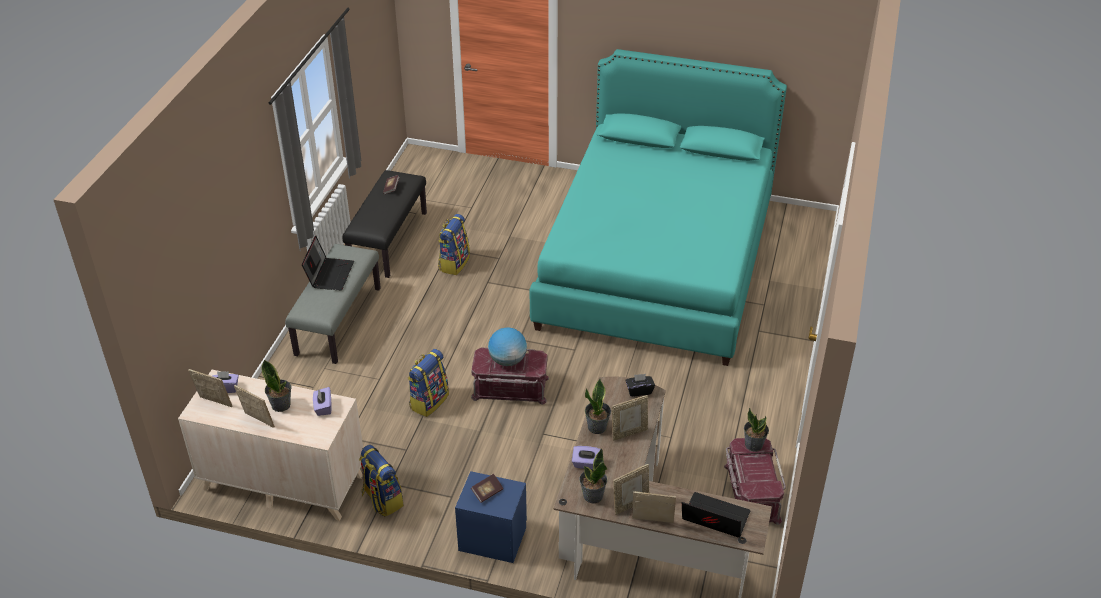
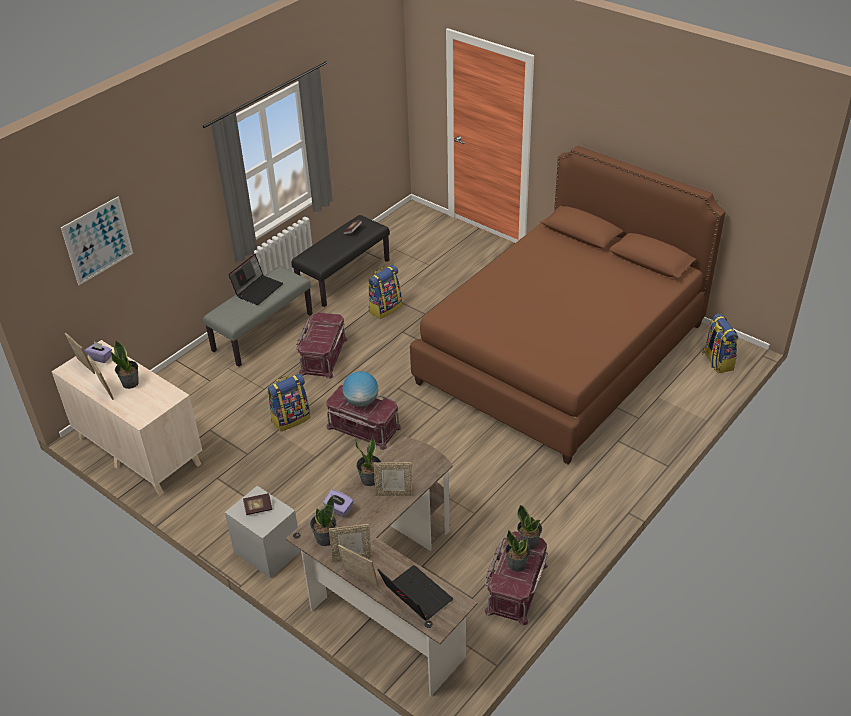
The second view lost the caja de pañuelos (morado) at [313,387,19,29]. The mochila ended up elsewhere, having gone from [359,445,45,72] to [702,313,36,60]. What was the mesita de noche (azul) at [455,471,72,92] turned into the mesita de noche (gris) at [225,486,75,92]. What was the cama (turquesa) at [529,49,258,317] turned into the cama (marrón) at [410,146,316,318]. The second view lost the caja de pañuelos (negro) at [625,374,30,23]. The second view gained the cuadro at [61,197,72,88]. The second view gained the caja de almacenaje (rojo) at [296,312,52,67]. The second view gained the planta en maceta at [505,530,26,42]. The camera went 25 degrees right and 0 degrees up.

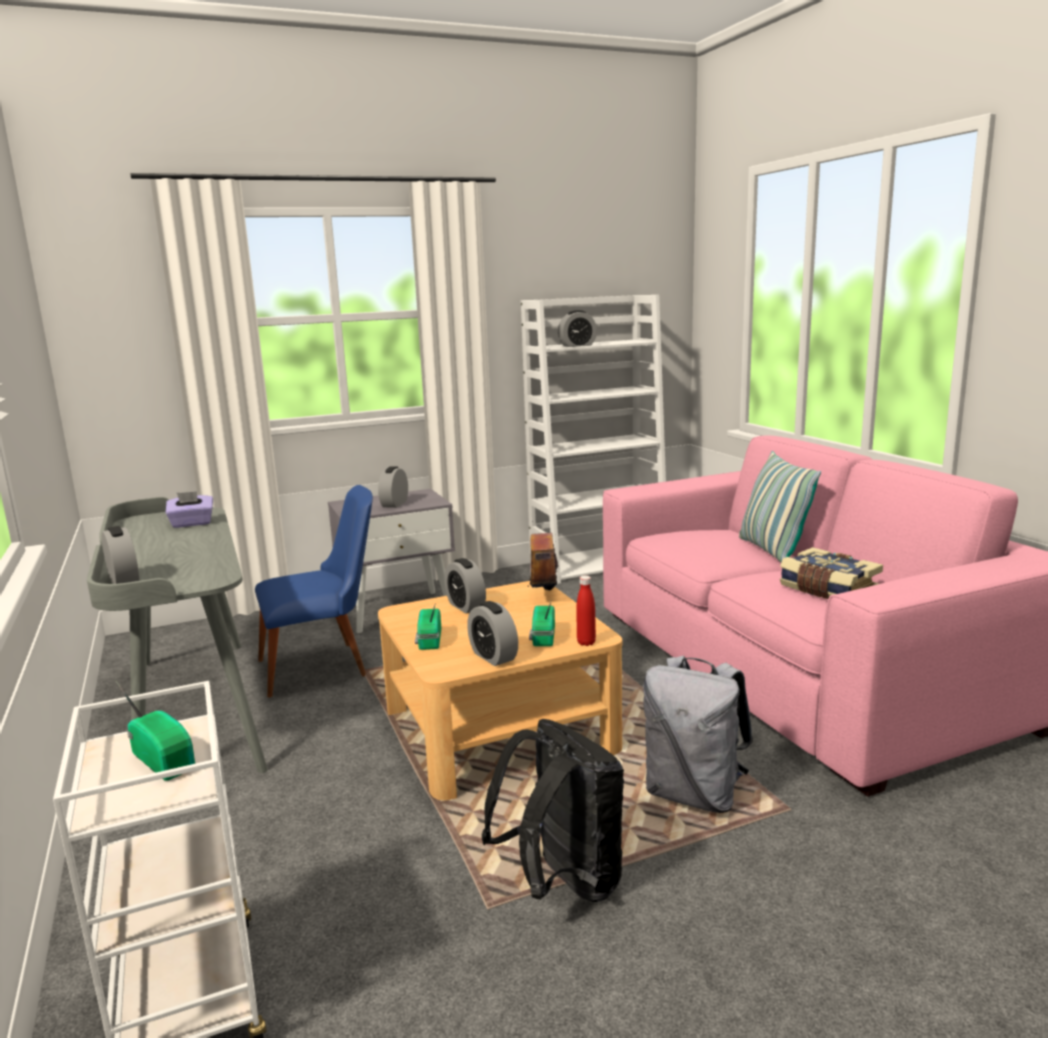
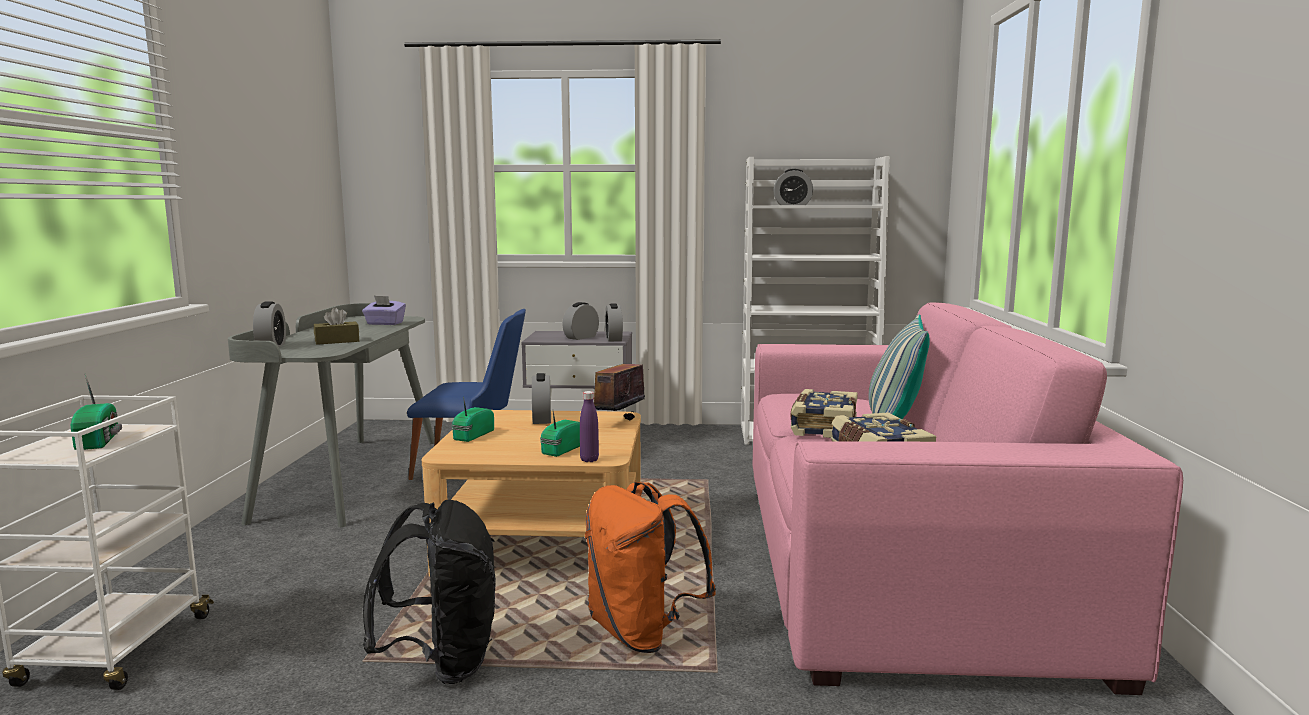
The despertador ended up elsewhere, having gone from [467,601,51,65] to [605,303,18,39]. What was the botella (rojo) at [576,576,20,70] turned into the botella (morado) at [580,391,19,71]. What was the mochila (gris) at [643,656,110,157] turned into the mochila (naranja) at [585,482,131,171]. The second view gained the caja de pañuelos (marrón) at [314,307,45,38]. The second view gained the libro at [790,389,68,49]. The camera went 25 degrees right and 5 degrees down.

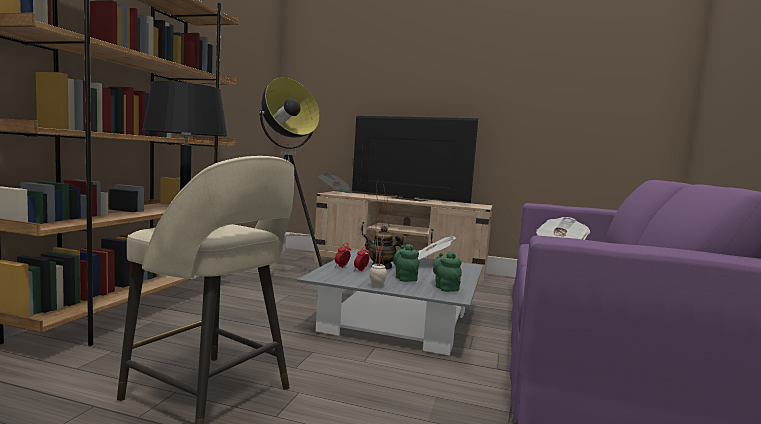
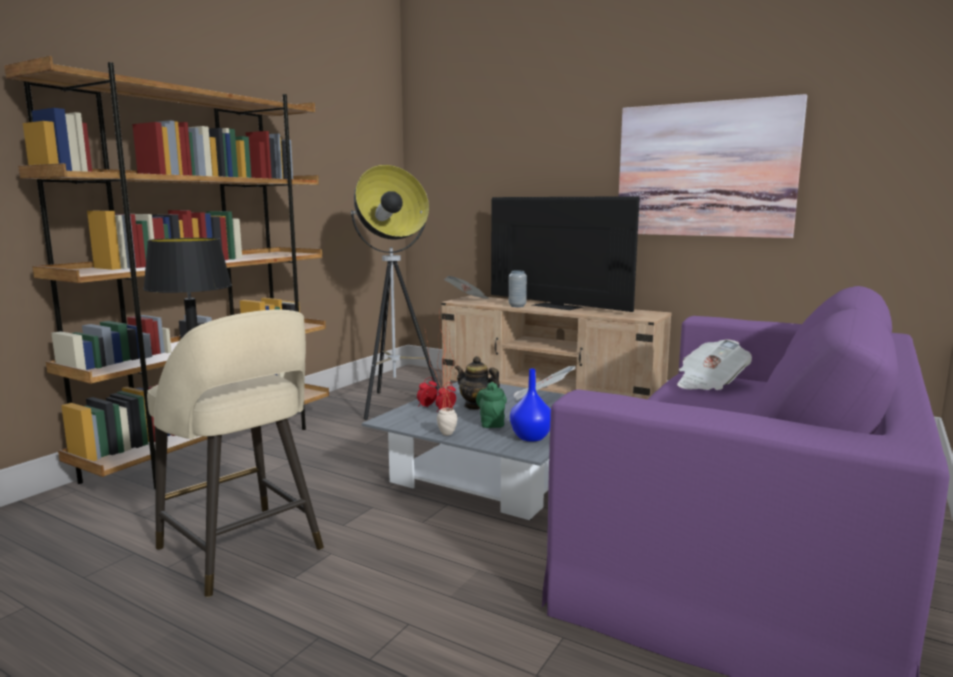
Where the tetera (verde) stood at [433,251,29,41], the florero (azul) came to stand at [510,369,41,73]. The second view gained the florero (gris) at [509,271,18,36]. The second view gained the cuadro at [619,94,188,144]. The camera went 15 degrees right and 5 degrees up.

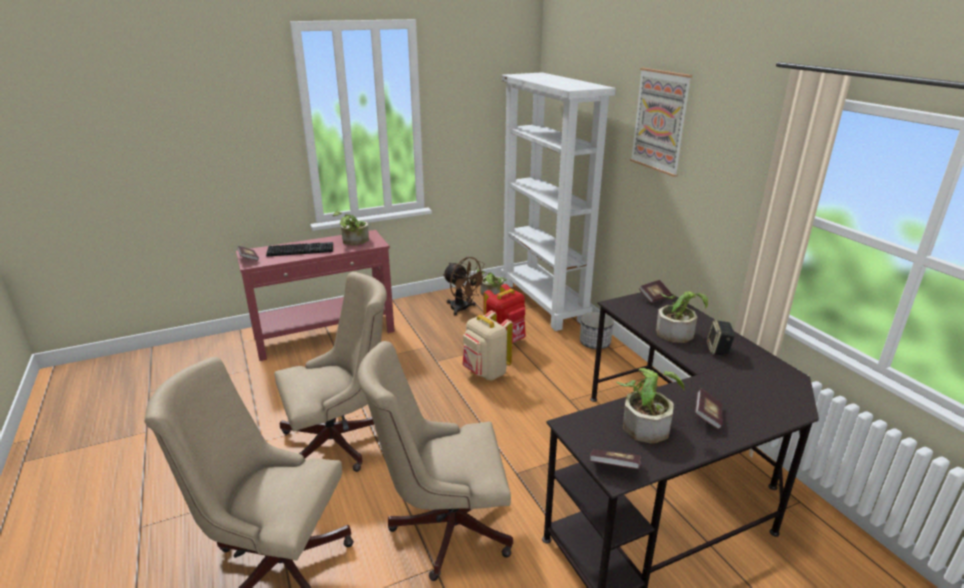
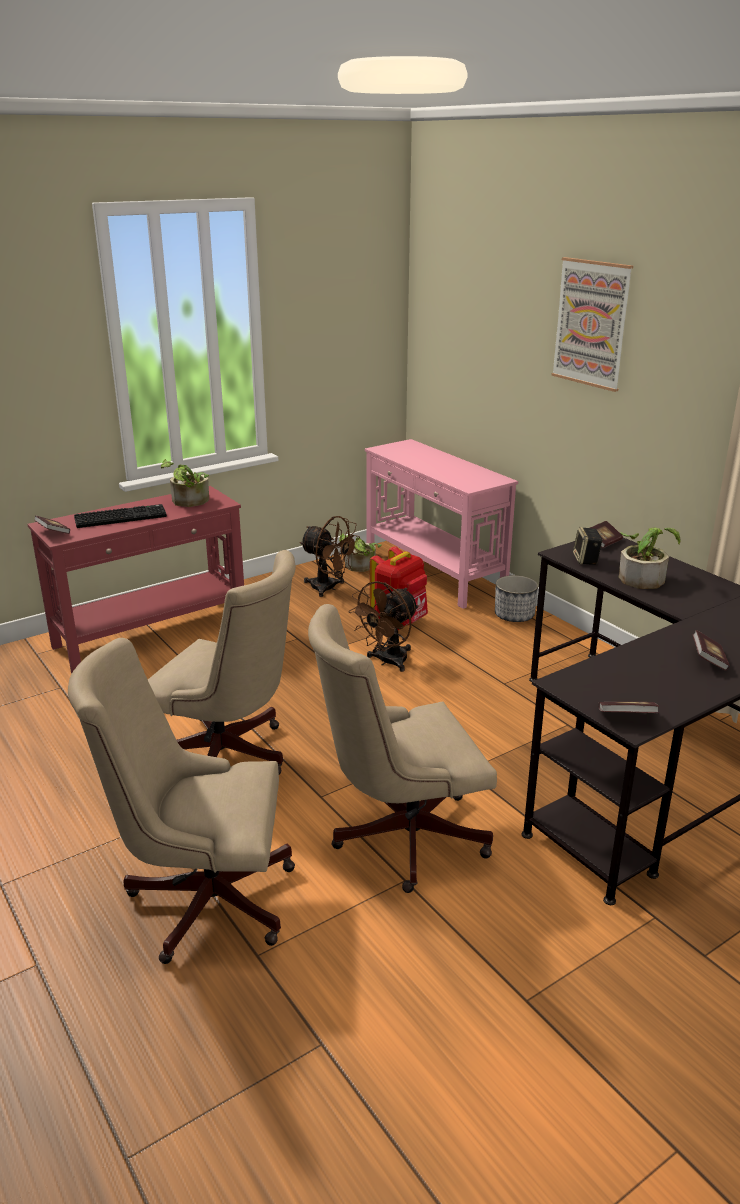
The silla de oficina (beis) at [274,272,113,200] ended up facing another way, 60 degrees clockwise from before. Where the mochila (beis) stood at [462,311,51,69], the ventilador (marrón) came to stand at [348,581,71,91]. Where the estantería (blanco) stood at [501,72,115,259], the mesa consola (rosa) came to stand at [365,439,153,170]. The second view lost the planta en maceta at [616,368,69,76]. The altavoz ended up elsewhere, having gone from [707,320,28,36] to [573,527,30,38]. The camera went 10 degrees left and 0 degrees up.

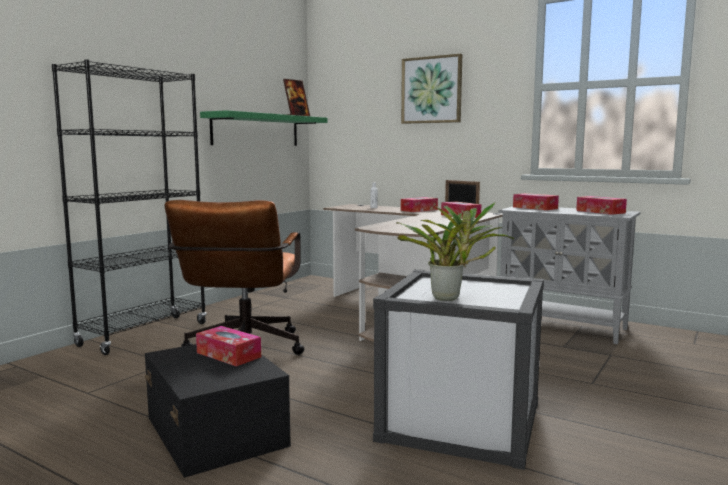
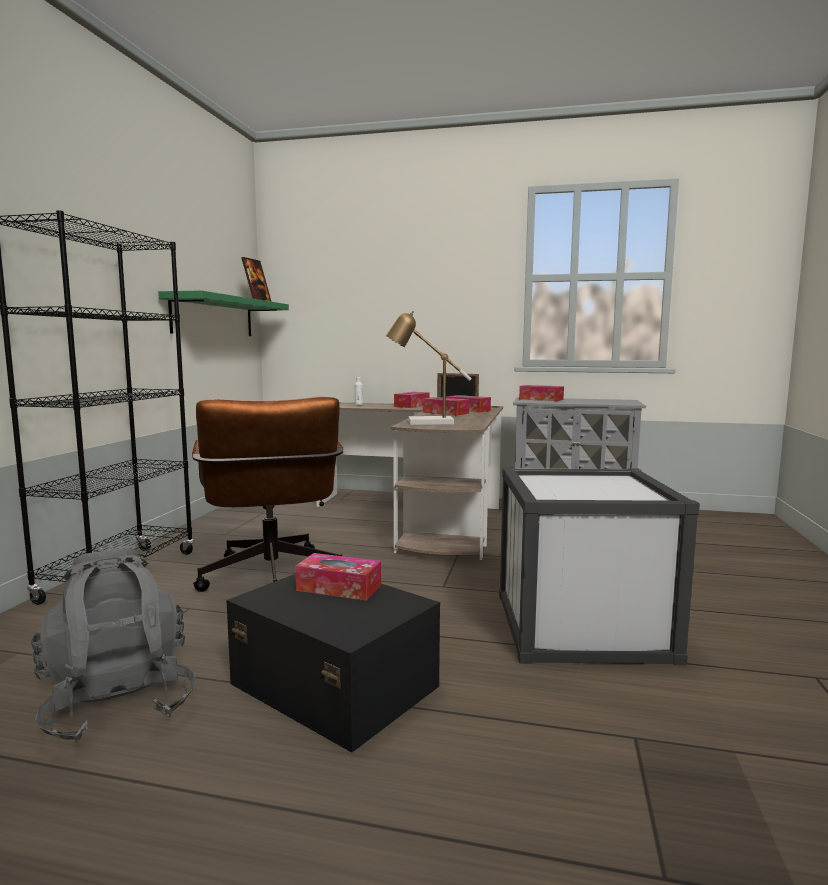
The second view lost the planta en maceta at [396,201,118,100]. The second view lost the cuadro at [401,54,61,70]. The caja de pañuelos ended up elsewhere, having gone from [576,196,51,19] to [423,397,46,18]. The second view gained the mochila (gris) at [31,548,165,195]. The second view gained the lámpara de mesa at [385,311,87,114]. The camera went 20 degrees left and 0 degrees up.

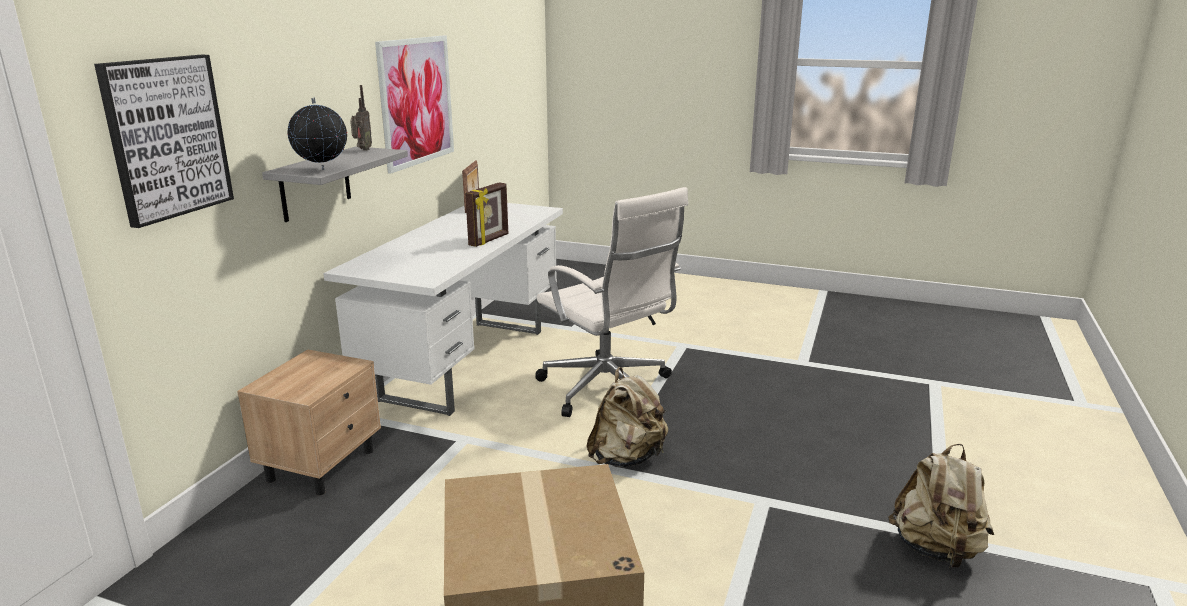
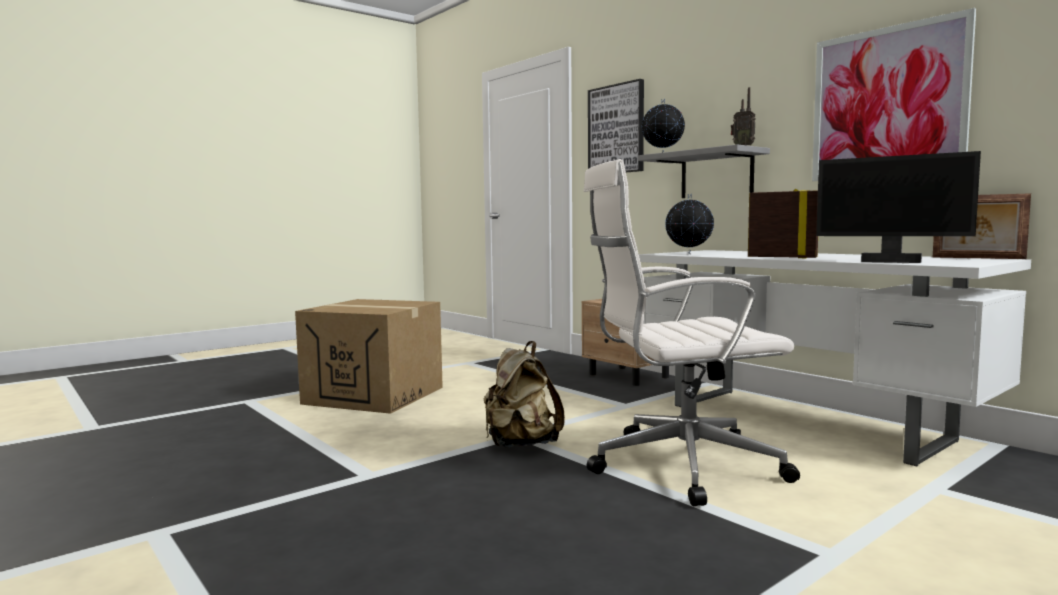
The portarretratos at [465,182,43,65] ended up facing another way, 150 degrees clockwise from before. The second view lost the mochila (beis) at [888,444,106,124]. The second view gained the globo terráqueo at [665,194,49,60]. The second view gained the monitor at [816,151,165,112]. The camera went 120 degrees right and 15 degrees down.

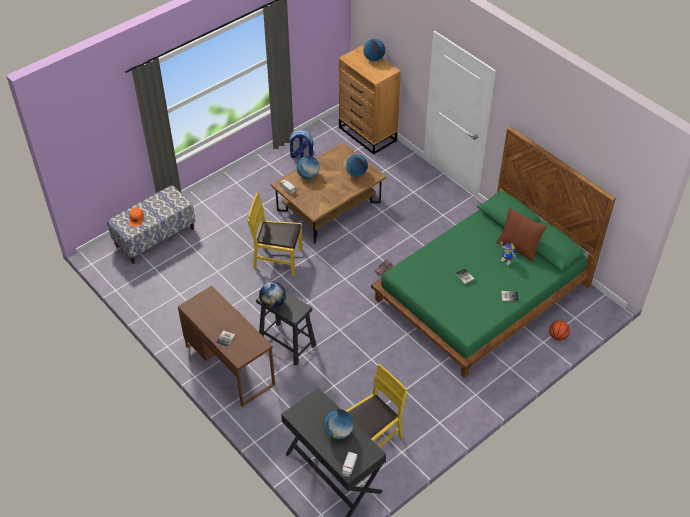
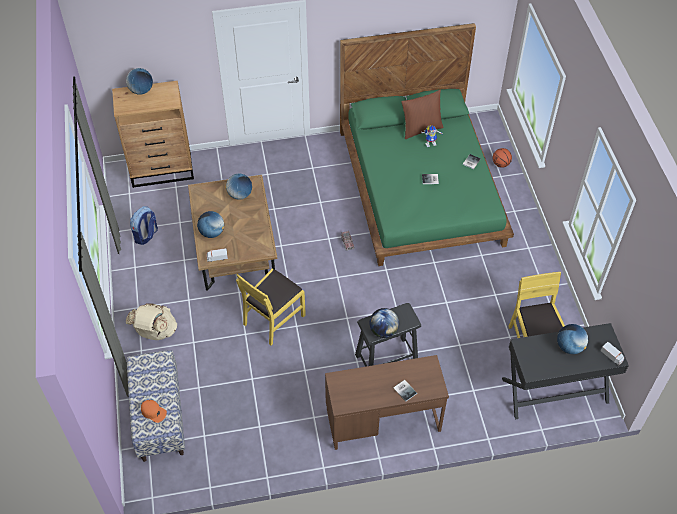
The second view gained the mochila (beis) at [126,303,51,37]. The camera went 60 degrees left and 5 degrees up.

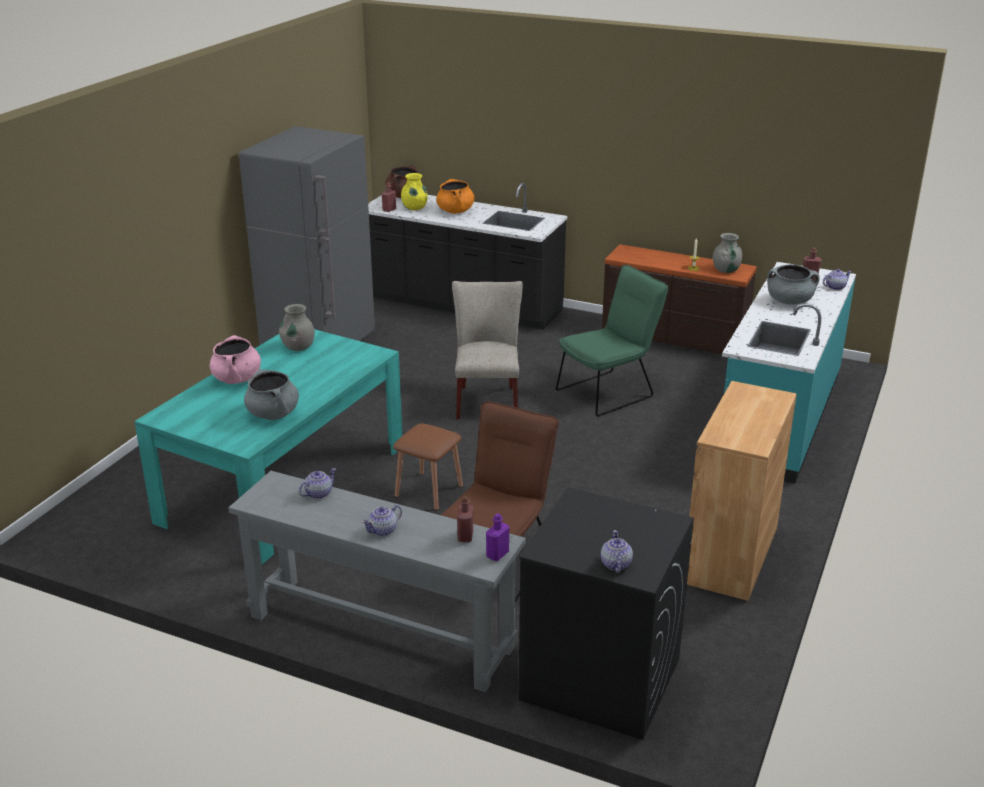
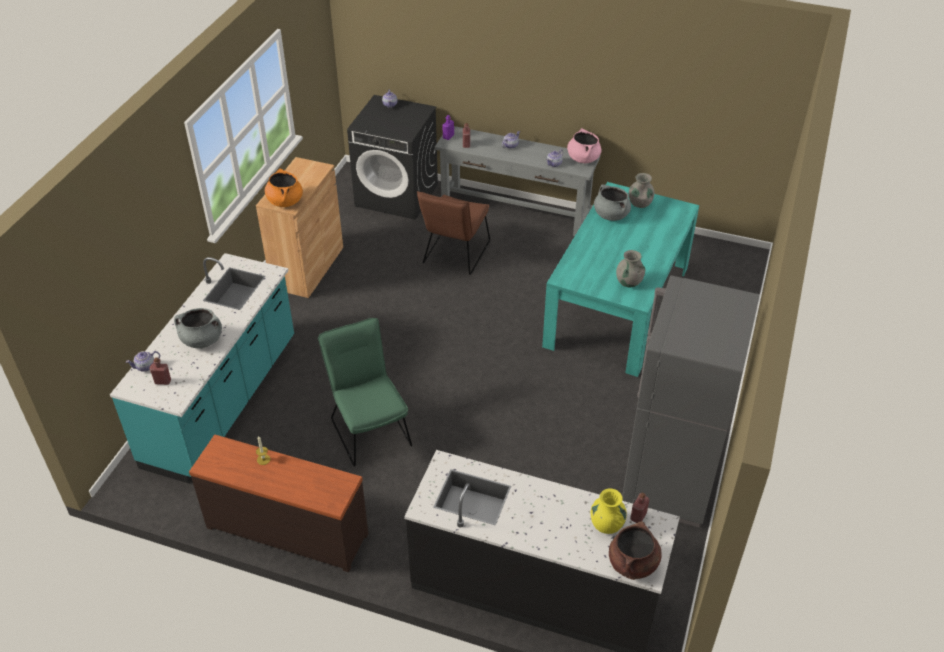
The olla (rosa) ended up elsewhere, having gone from [210,335,51,49] to [567,128,35,35]. The second view lost the taburete (marrón) at [393,423,70,88]. The olla (naranja) ended up elsewhere, having gone from [436,179,38,35] to [265,169,38,38]. The second view lost the silla (beis) at [452,281,71,138]. The silla (verde) at [556,265,112,151] ended up facing another way, 105 degrees clockwise from before. The florero (gris) ended up elsewhere, having gone from [713,233,29,40] to [629,173,26,35]. The camera went 175 degrees right and 15 degrees up.

